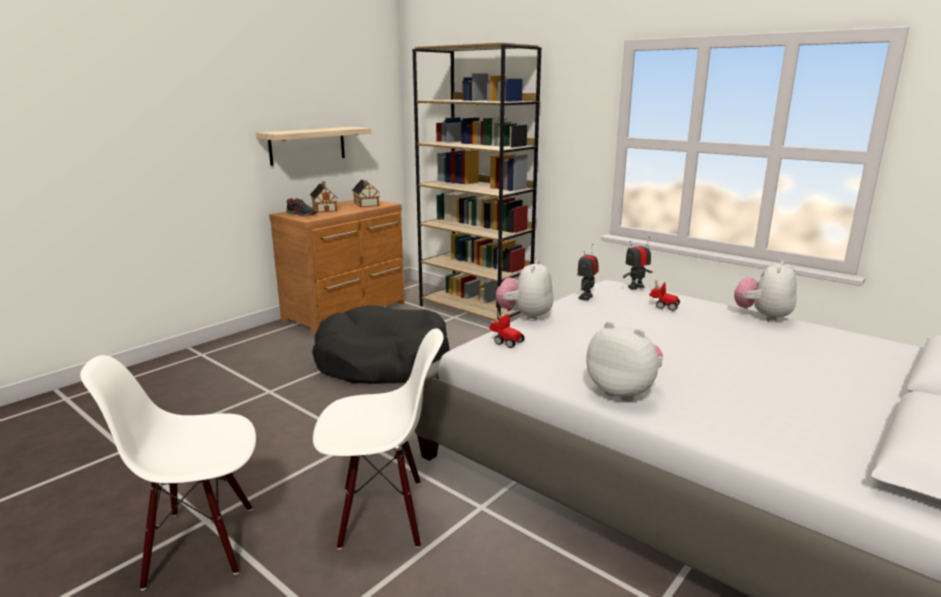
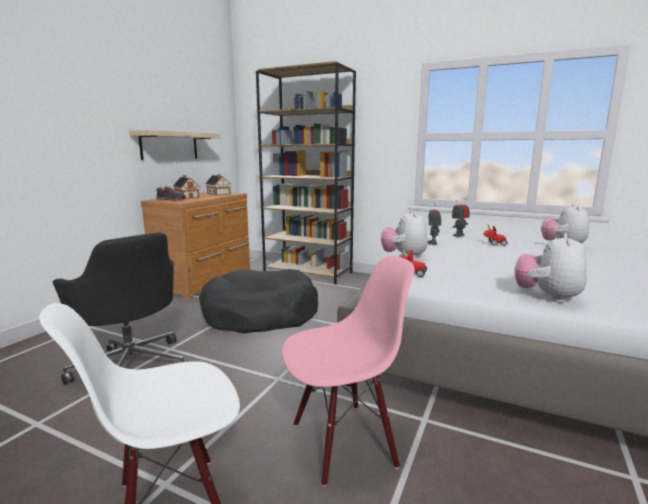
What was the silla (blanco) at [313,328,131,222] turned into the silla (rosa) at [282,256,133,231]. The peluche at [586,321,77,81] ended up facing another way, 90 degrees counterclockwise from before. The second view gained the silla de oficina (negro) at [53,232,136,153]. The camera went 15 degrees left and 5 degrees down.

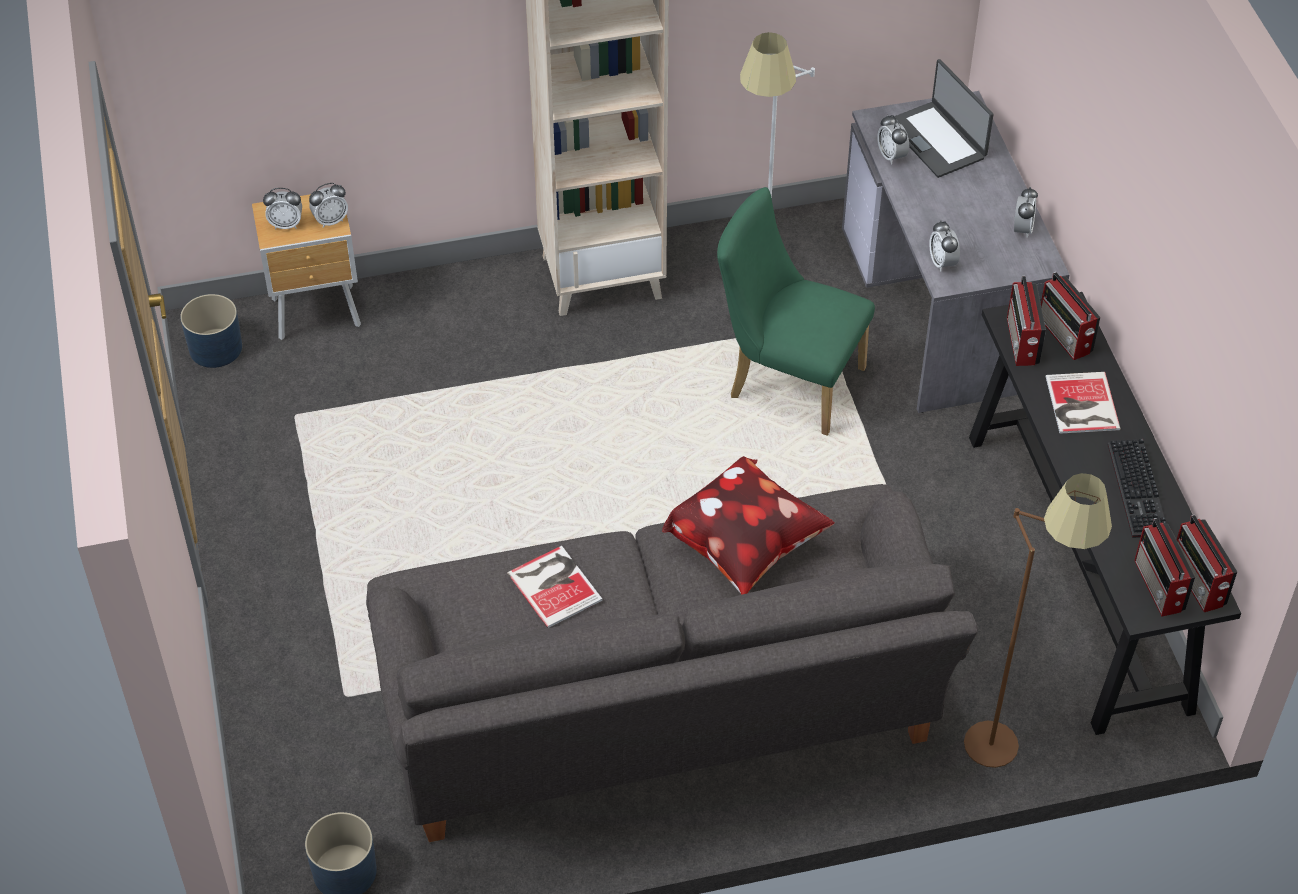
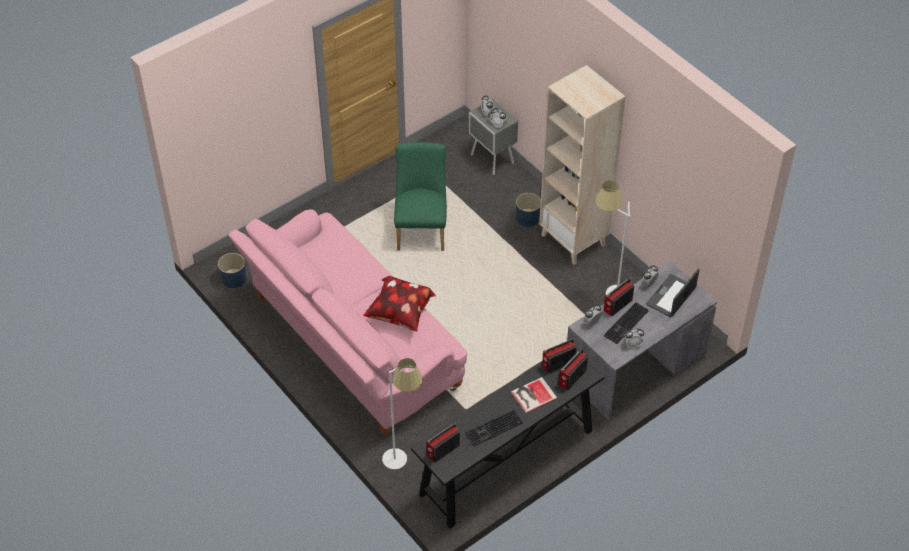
The maceta (azul) ended up elsewhere, having gone from [180,294,62,74] to [516,193,25,34]. What was the mesita de noche (marrón) at [252,194,109,146] turned into the mesita de noche (gris) at [469,99,49,76]. What was the sofá (gris) at [366,484,612,358] turned into the sofá (rosa) at [229,209,238,227]. The second view lost the libro at [507,546,95,82]. The silla (verde) ended up elsewhere, having gone from [717,187,158,249] to [394,142,53,109]. What was the lámpara de pie (marrón) at [964,473,148,295] turned into the lámpara de pie (blanco) at [382,358,41,112]. The radio ended up elsewhere, having gone from [1177,515,60,97] to [604,278,30,38]. The second view gained the teclado at [604,302,45,42]. The camera went 65 degrees right and 0 degrees up.

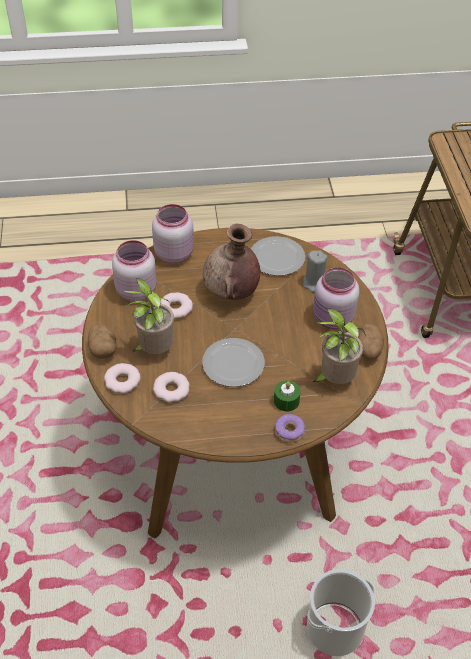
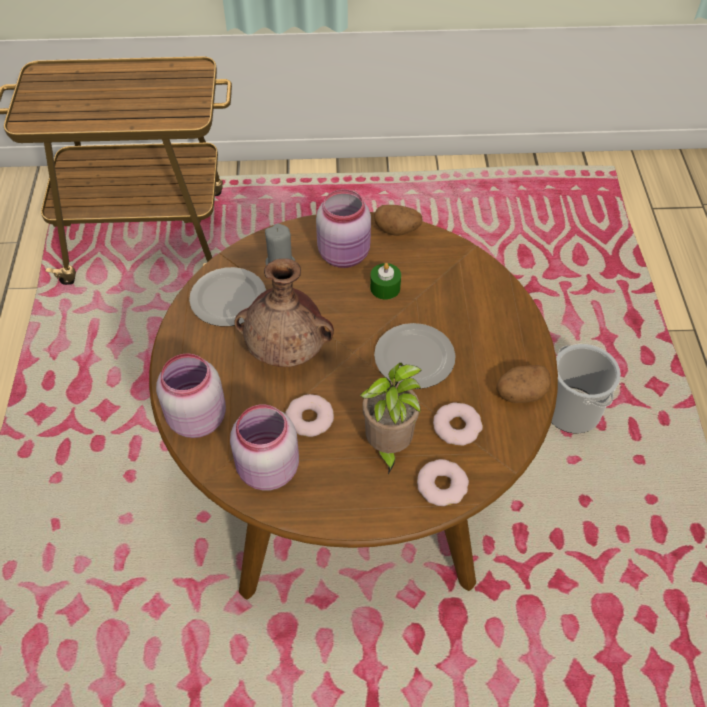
The patata ended up elsewhere, having gone from [88,324,29,35] to [496,365,55,38]. The vela (verde) ended up elsewhere, having gone from [274,380,27,32] to [370,263,31,37]. The second view lost the rosquilla at [275,414,30,29]. The second view lost the planta en maceta at [313,308,53,76]. The camera went 85 degrees left and 5 degrees up.

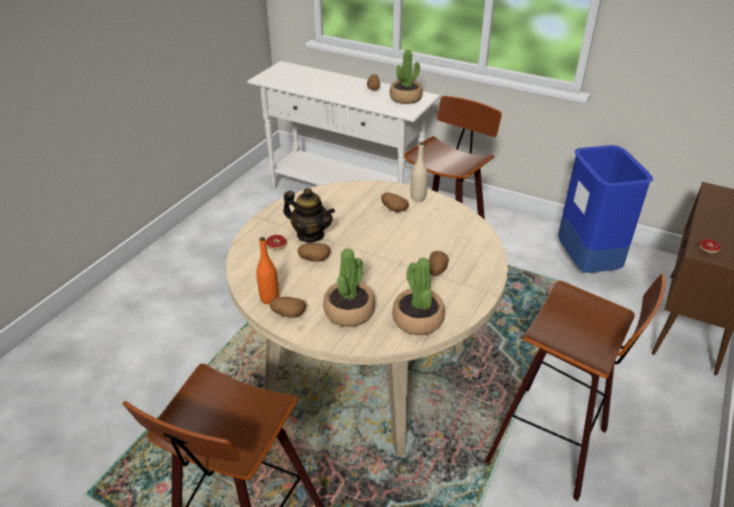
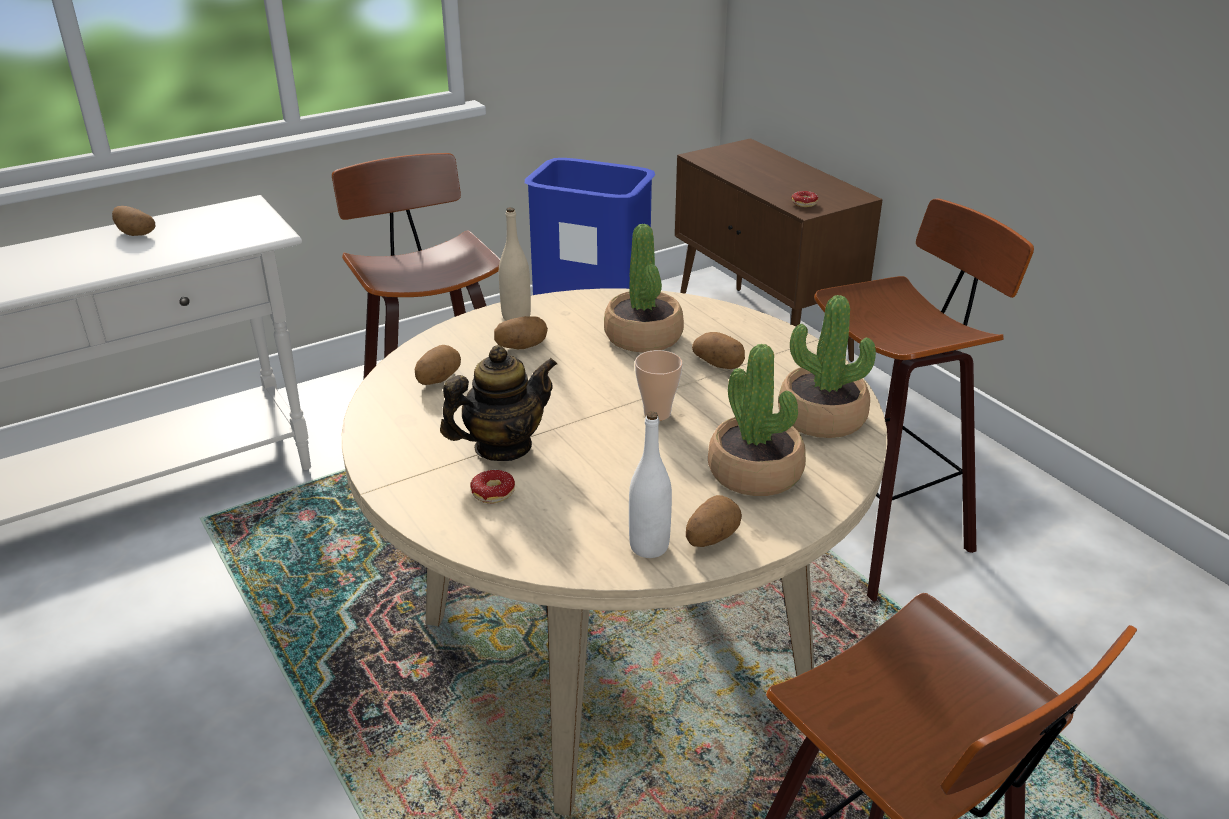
What was the botella (naranja) at [256,237,23,67] turned into the botella (blanco) at [629,412,43,146]. The patata ended up elsewhere, having gone from [298,243,33,19] to [415,345,46,40]. The planta en maceta ended up elsewhere, having gone from [390,50,33,54] to [604,224,80,128]. The second view gained the taza at [635,350,48,71]. The camera went 60 degrees left and 5 degrees down.

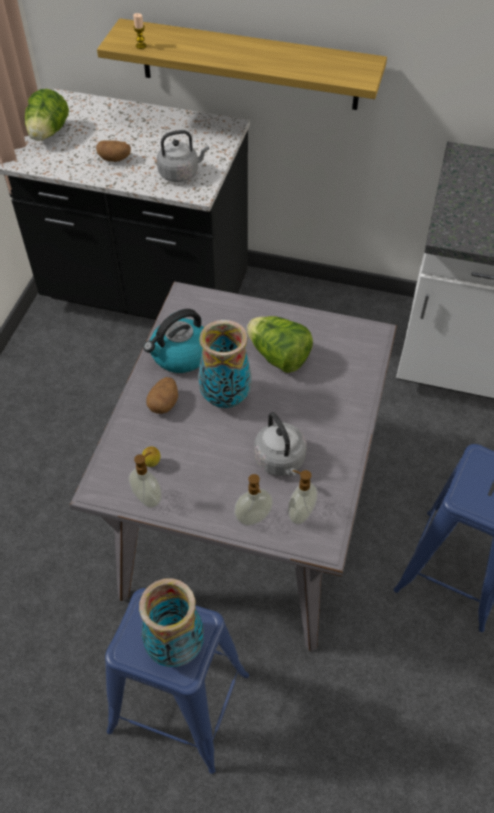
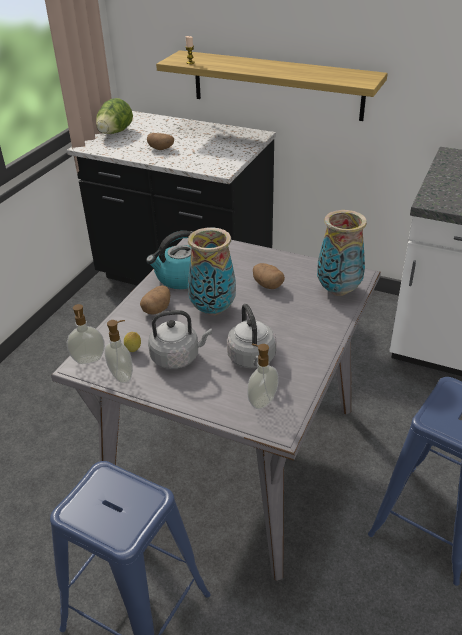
The florero ended up elsewhere, having gone from [139,578,65,89] to [317,210,50,86]. The hervidor (gris) ended up elsewhere, having gone from [157,130,52,52] to [148,310,64,59]. The dispensador de jabón ended up elsewhere, having gone from [234,474,39,52] to [67,304,38,60]. Where the lechuga stood at [247,316,66,57], the patata came to stand at [253,263,32,26]. The camera went 10 degrees right and 15 degrees down.

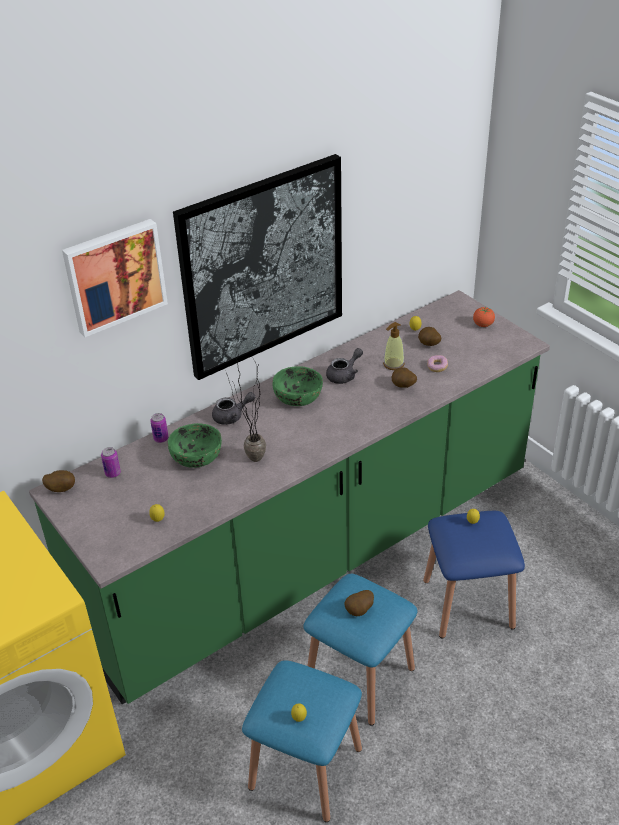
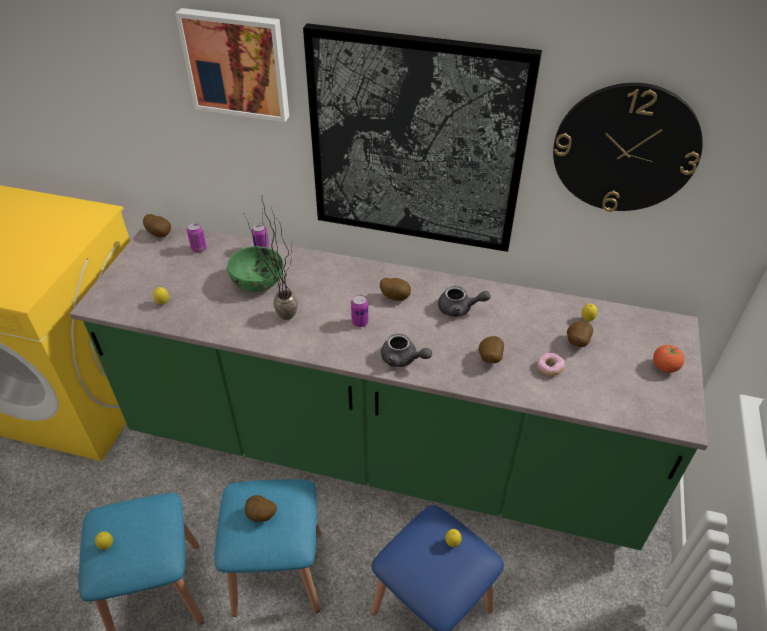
The tetera (gris) ended up elsewhere, having gone from [212,392,44,33] to [381,333,51,34]. Where the cuenco (verde) stood at [272,366,51,40], the patata came to stand at [380,278,31,23]. The second view lost the dispensador de jabón at [383,322,22,48]. The second view gained the lata at [351,295,17,32]. The second view gained the reloj de pared at [553,83,150,129]. The camera went 50 degrees right and 5 degrees up.

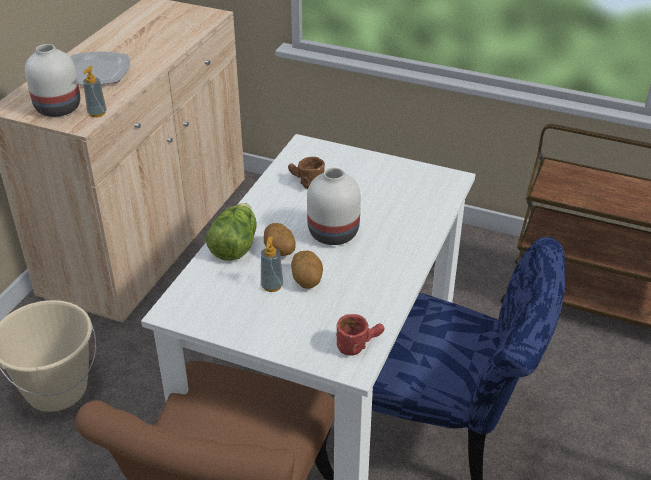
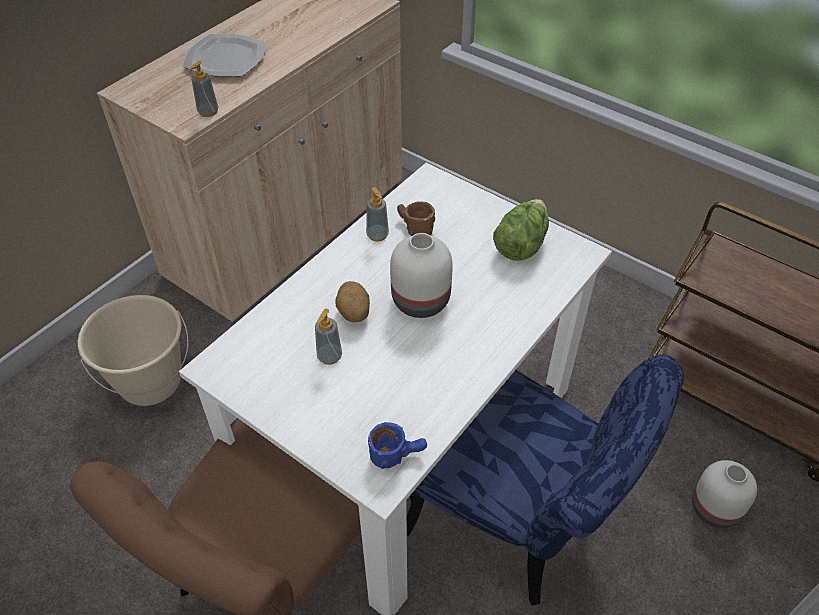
The florero (blanco) ended up elsewhere, having gone from [25,44,55,73] to [692,460,65,68]. The lechuga ended up elsewhere, having gone from [206,203,51,58] to [493,199,56,62]. The second view lost the patata at [291,251,32,38]. What was the taza grande (rojo) at [336,314,49,42] turned into the taza grande (azul) at [368,422,59,47]. The second view gained the dispensador de jabón at [366,187,23,55]. The camera went 15 degrees right and 10 degrees up.

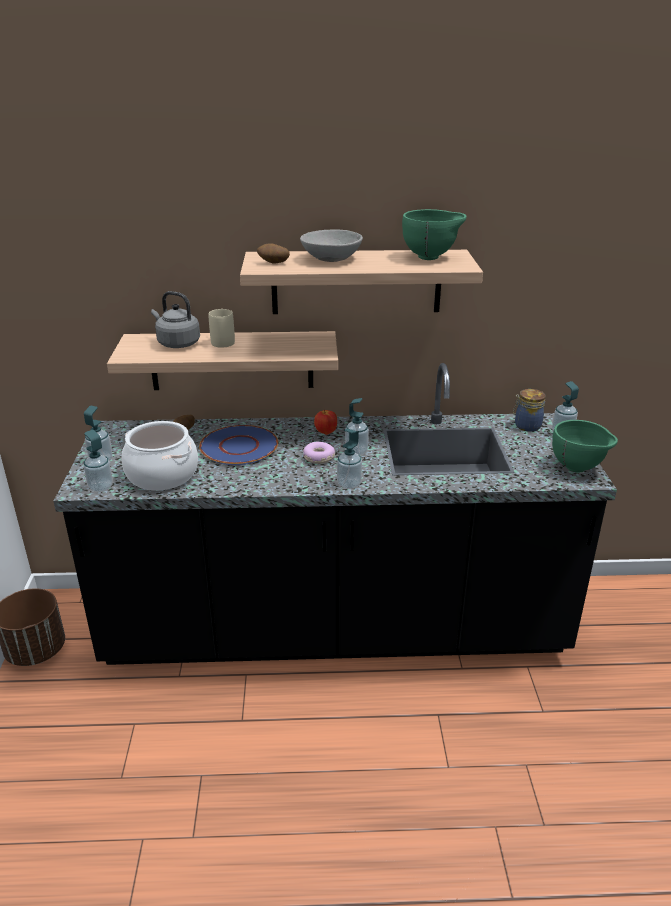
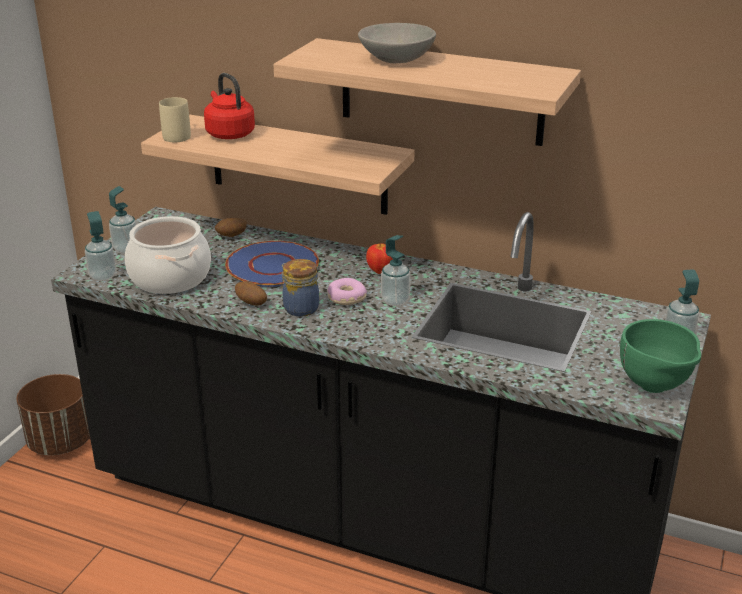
What was the hervidor (gris) at [151,291,49,57] turned into the hervidor (rojo) at [204,73,51,66]. The taza grande (beis) ended up elsewhere, having gone from [208,309,27,39] to [159,97,32,45]. The patata ended up elsewhere, having gone from [257,243,33,20] to [235,281,32,25]. The second view lost the dispensador de jabón at [337,429,25,60]. The second view lost the cuenco (verde) at [402,209,64,51]. The tarro ended up elsewhere, having gone from [513,389,33,43] to [281,259,38,58]. The camera went 25 degrees right and 0 degrees up.

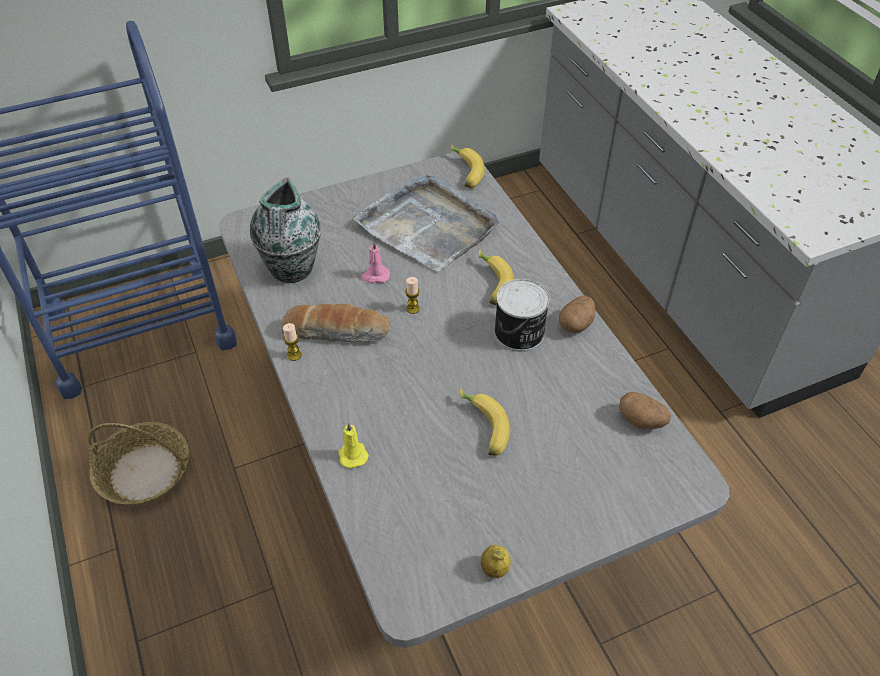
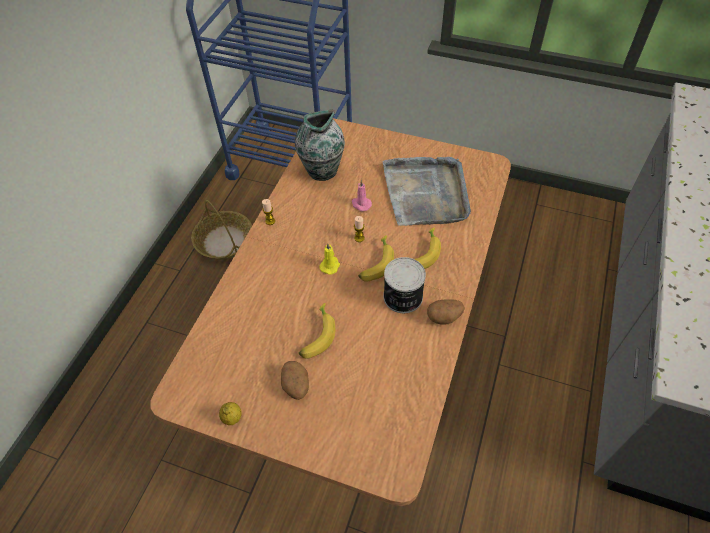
What was the mesa de comedor (gris) at [219,152,511,496] turned into the mesa de comedor (marrón) at [151,118,360,388]. The second view lost the pan at [281,304,110,39]. The vela (amarillo) ended up elsewhere, having gone from [339,422,30,46] to [319,243,21,32]. The plátano ended up elsewhere, having gone from [451,144,34,44] to [358,235,36,47]. The patata ended up elsewhere, having gone from [619,392,52,37] to [281,361,28,39]. The camera went 45 degrees right and 5 degrees up.

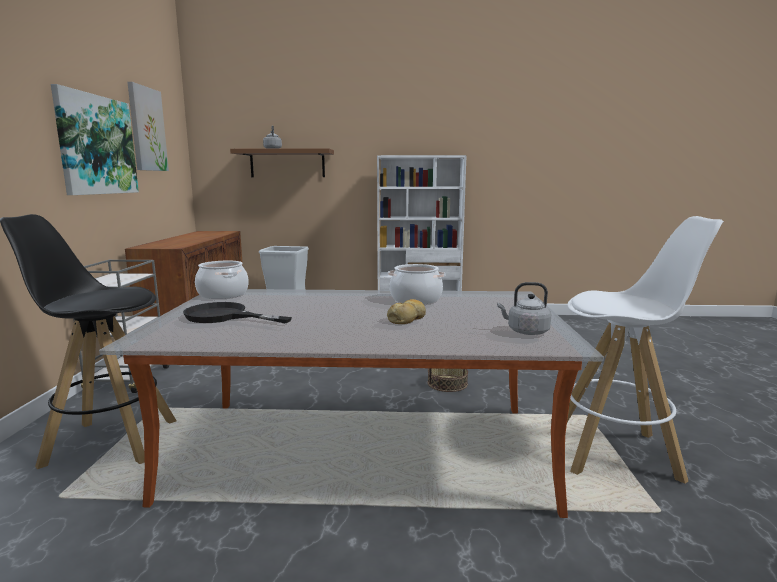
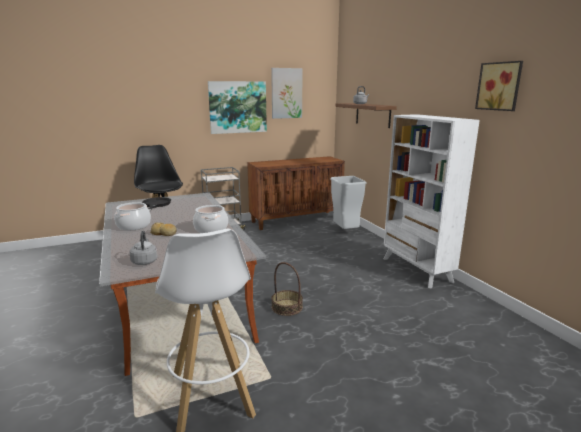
The olla ended up elsewhere, having gone from [195,261,54,38] to [114,202,37,28]. The second view gained the cuadro at [475,61,48,50]. The camera went 65 degrees right and 5 degrees up.

